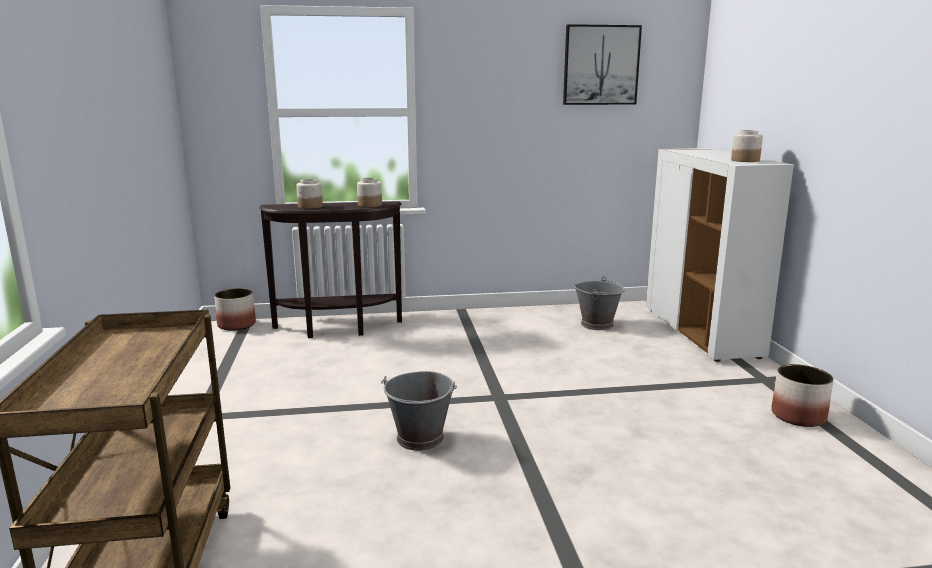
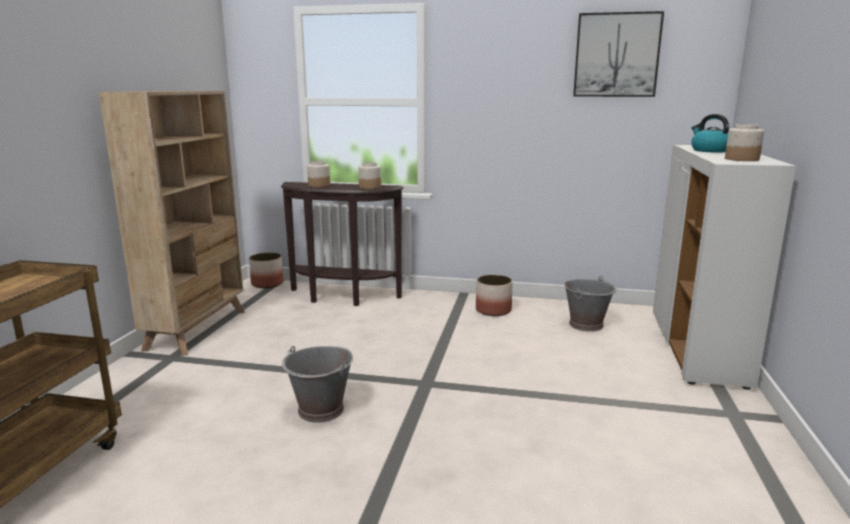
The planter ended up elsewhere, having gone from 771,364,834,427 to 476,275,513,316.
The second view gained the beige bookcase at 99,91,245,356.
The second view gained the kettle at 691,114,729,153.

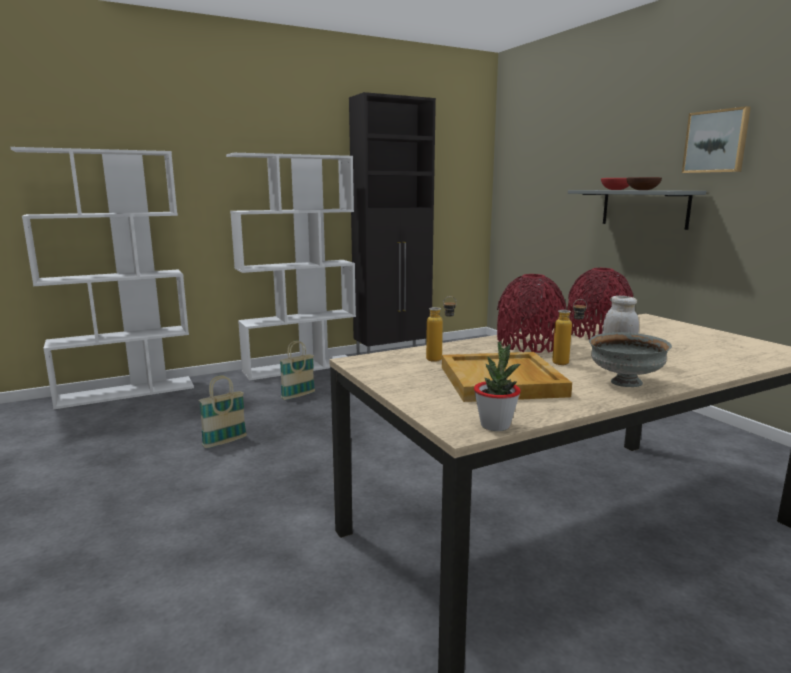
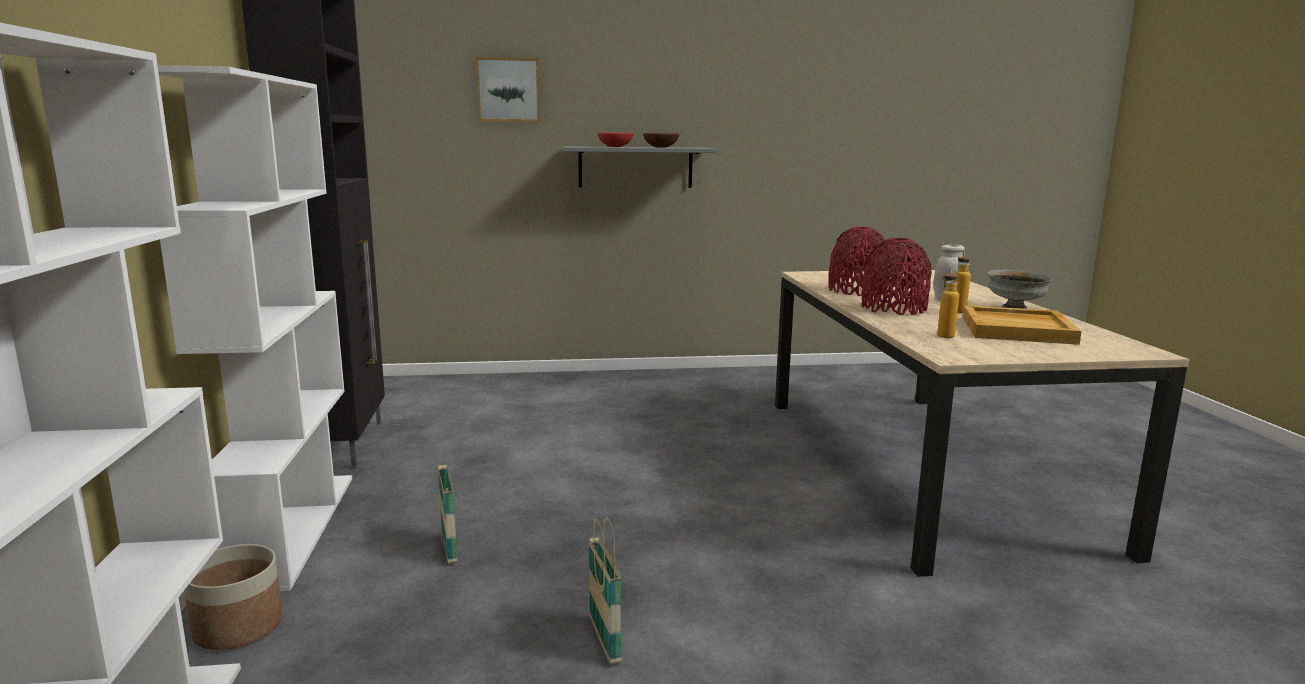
The picture ended up elsewhere, having gone from 682,106,751,173 to 476,57,540,122.
The second view lost the potted plant at 474,341,521,431.
The second view gained the planter at 184,544,282,650.

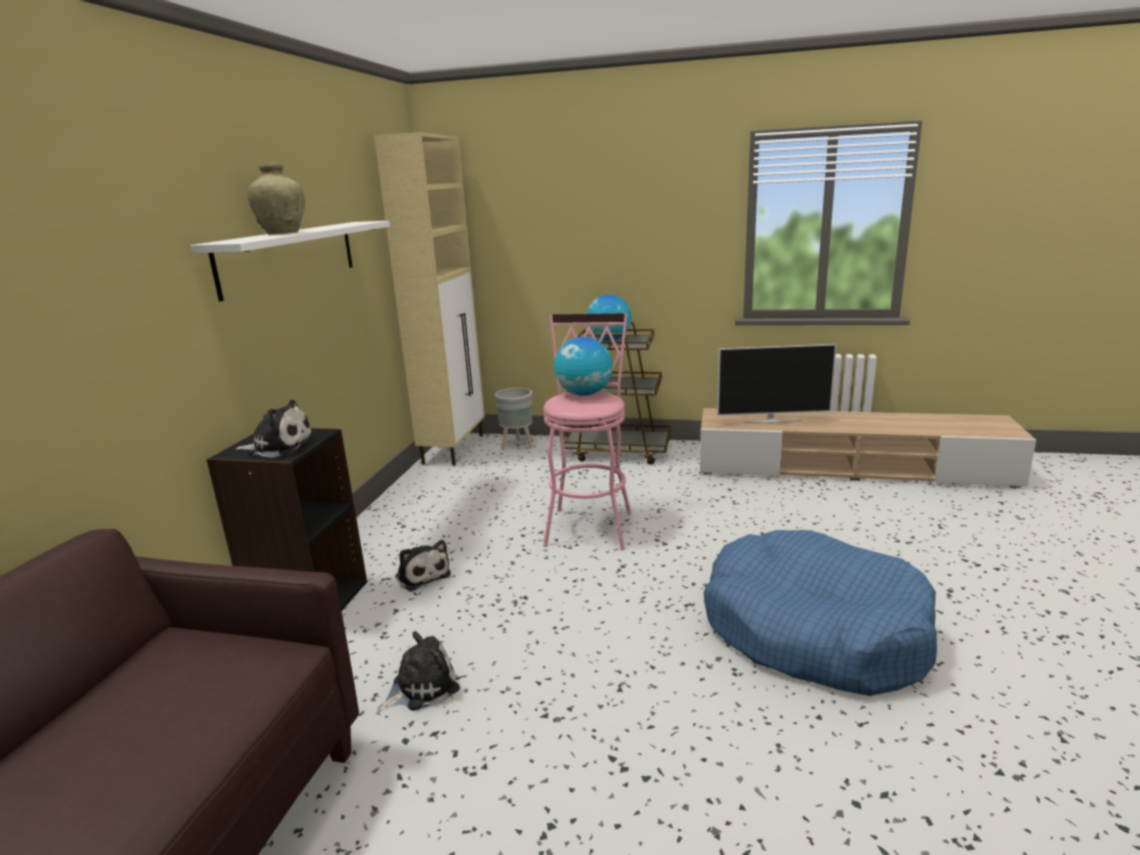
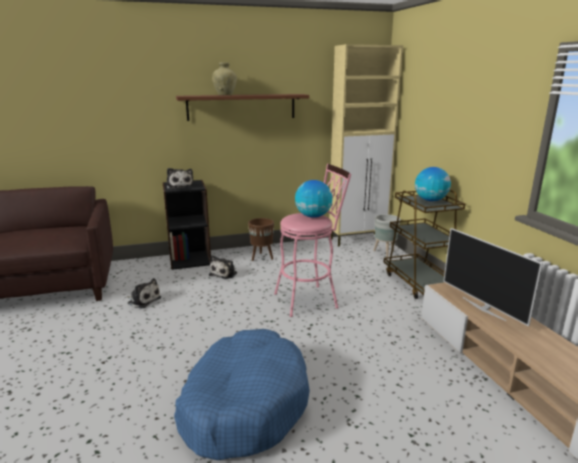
What was the white shelf at 191,221,390,302 turned into the brown shelf at 176,94,309,121.
The second view gained the brown planter at 248,218,274,261.

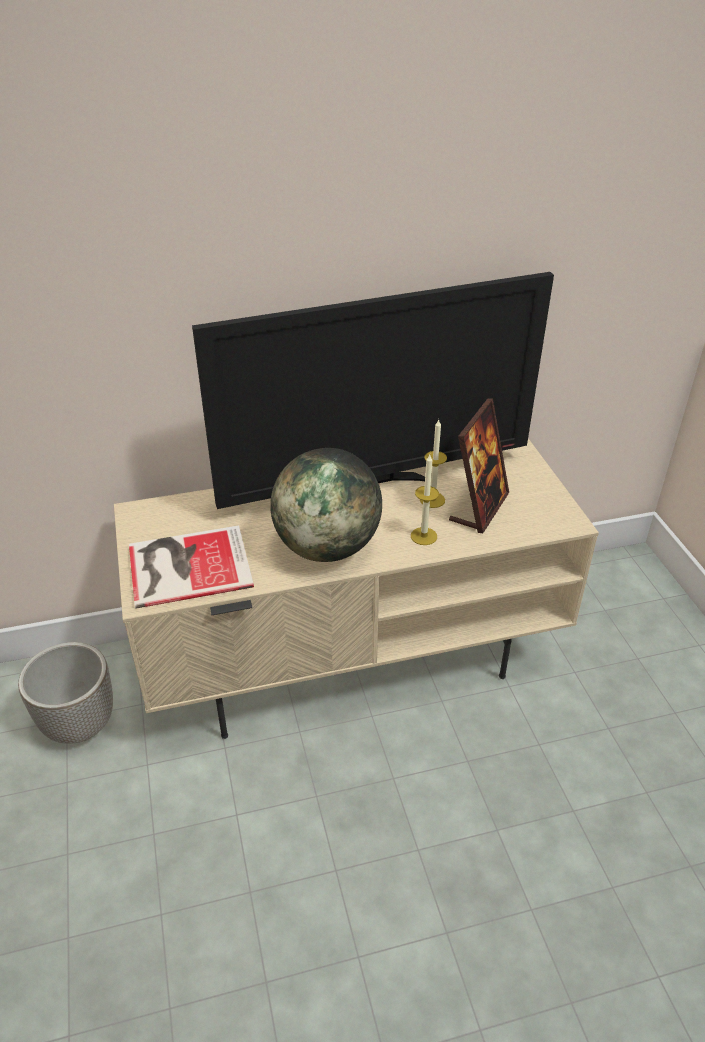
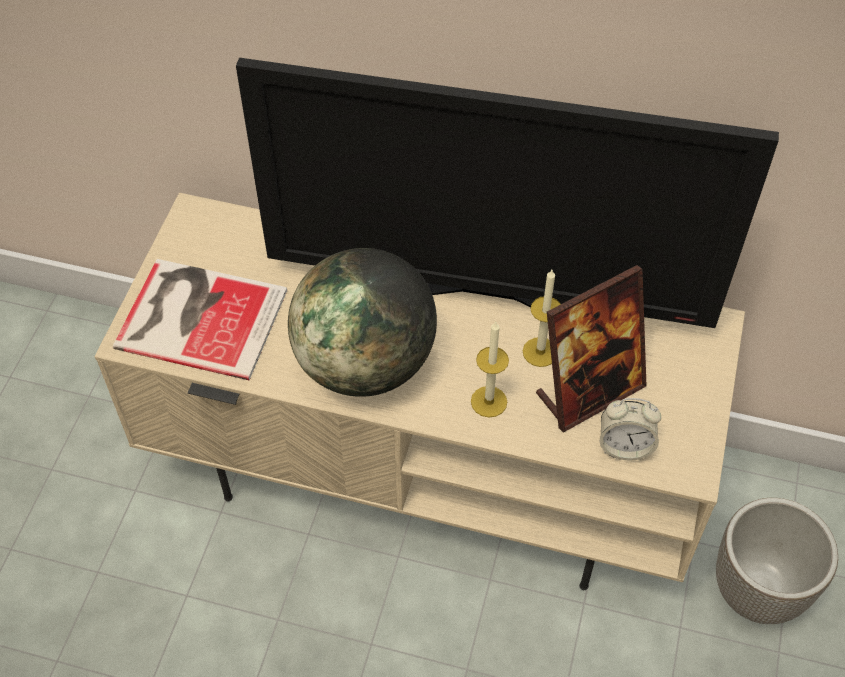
The planter ended up elsewhere, having gone from 18,642,113,744 to 716,498,838,624.
The second view gained the alarm clock at 600,398,661,461.

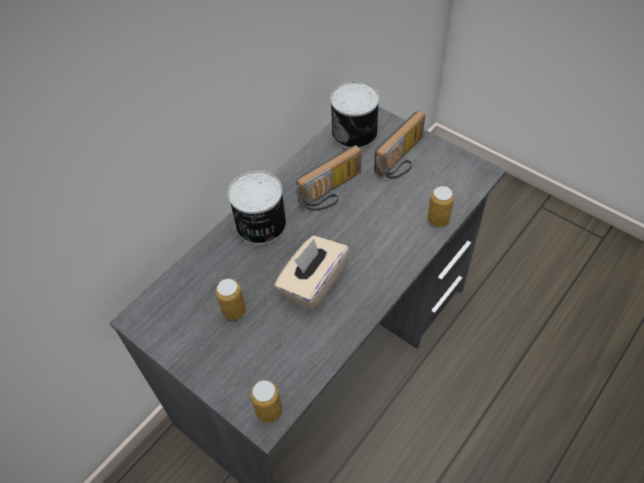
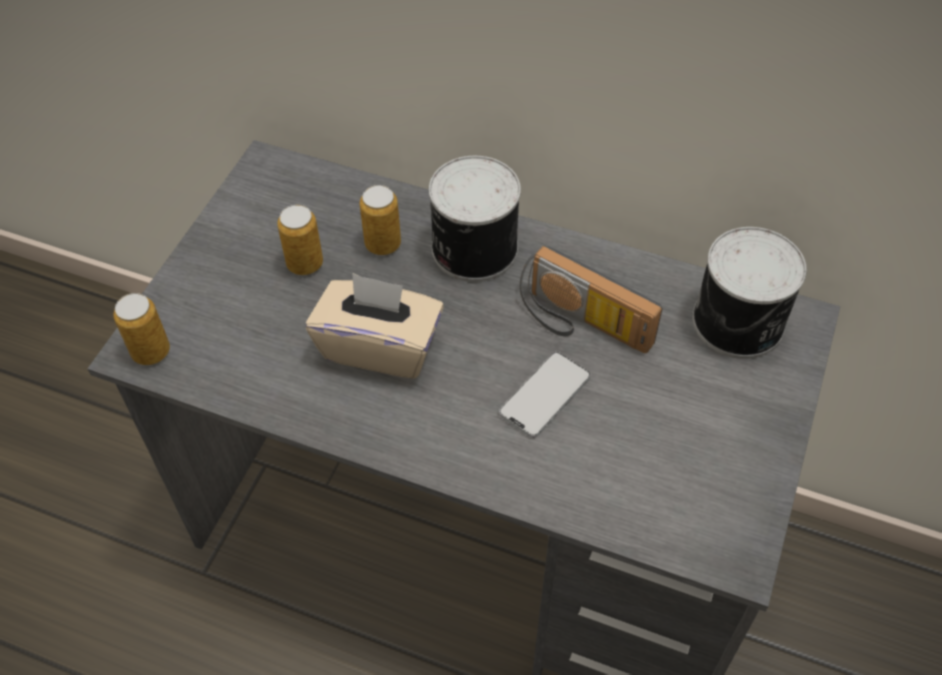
The second view lost the radio at 374,110,425,179.
The can ended up elsewhere, having gone from 428,186,454,227 to 360,185,401,255.
The second view gained the phone at 499,352,591,438.

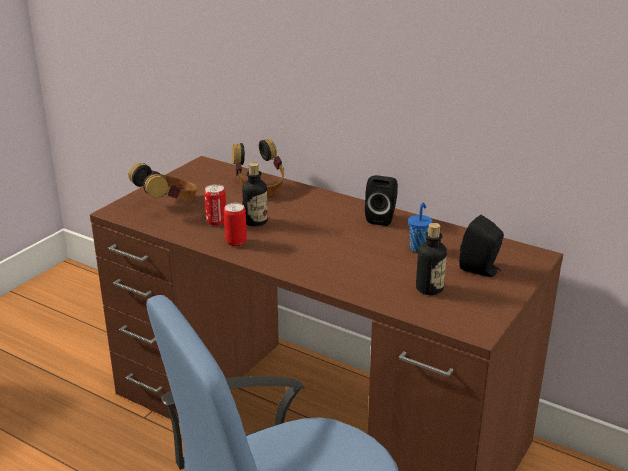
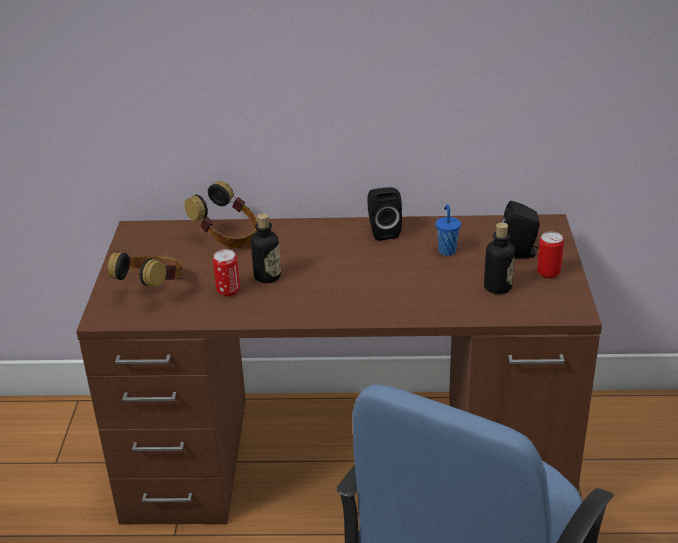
The can ended up elsewhere, having gone from 224,203,247,246 to 537,232,564,279.

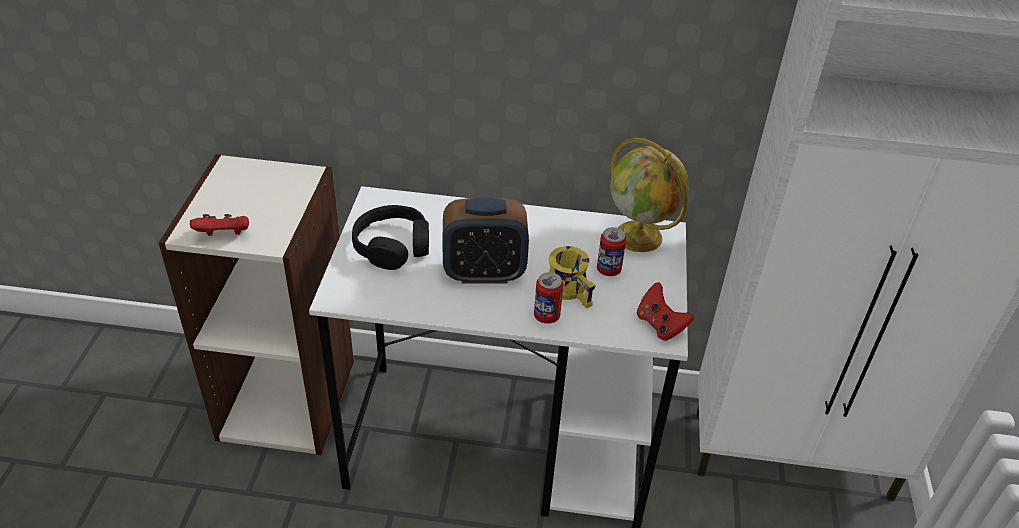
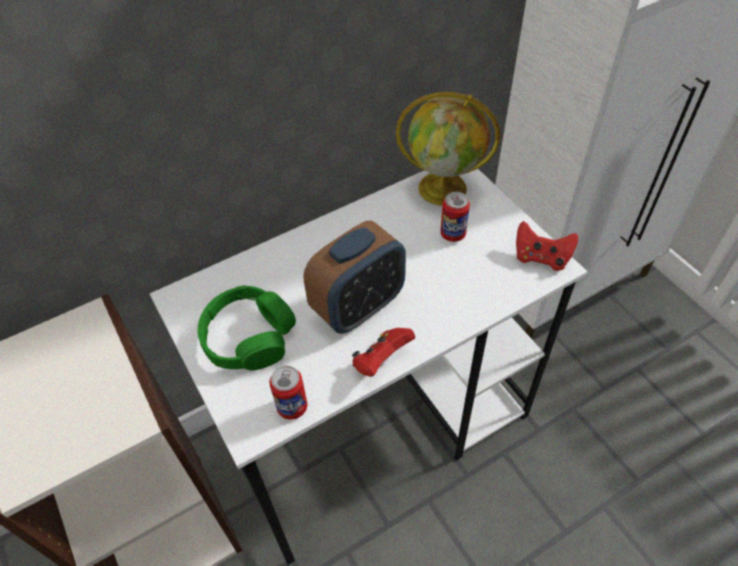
What was the black headphones at 352,205,429,270 turned into the green headphones at 197,285,296,371.
The red game controller ended up elsewhere, having gone from 190,214,249,236 to 352,328,415,377.
The second view lost the yellow mug at 549,246,596,309.
The can ended up elsewhere, having gone from 534,272,563,324 to 269,366,307,420.

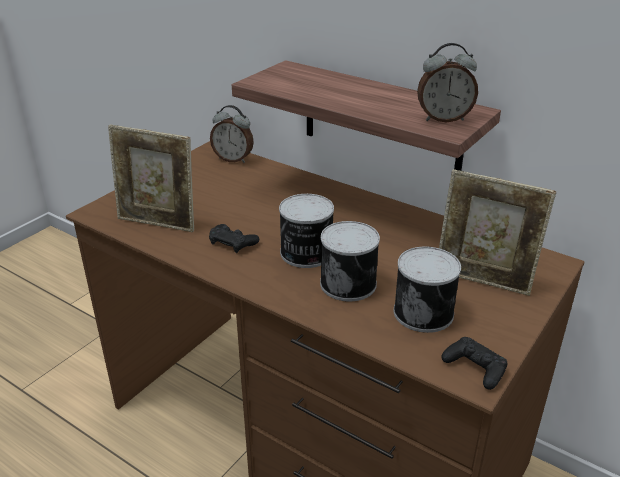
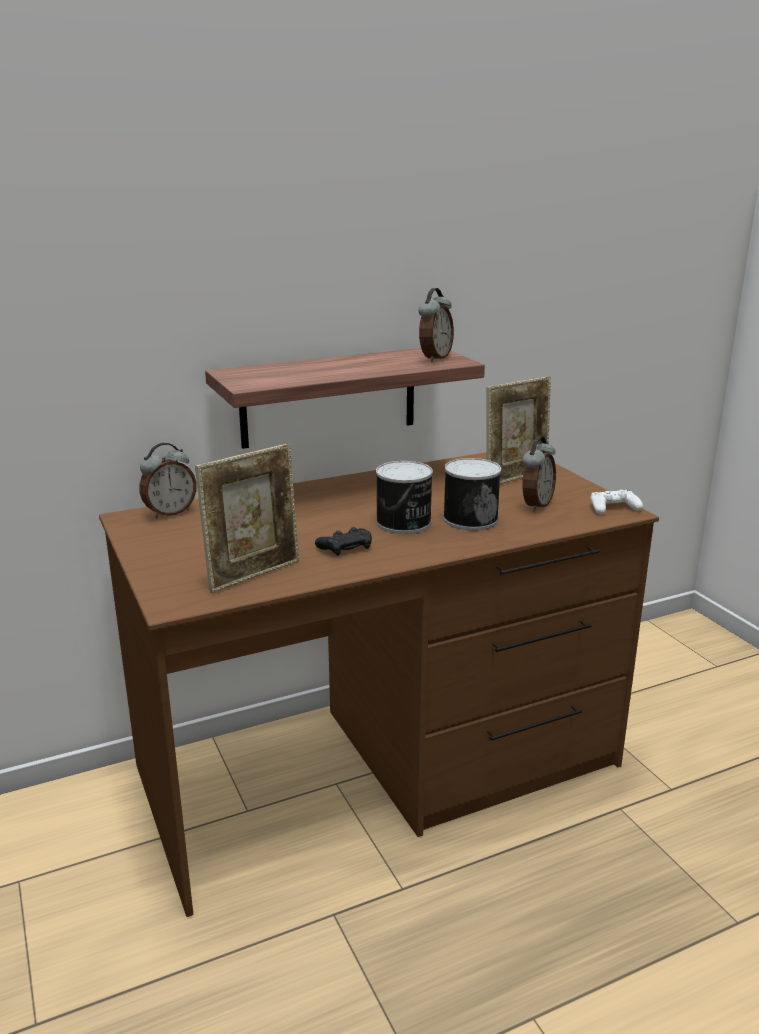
Where the can stood at 394,247,461,333, the alarm clock came to stand at 522,436,556,511.
What was the black game controller at 441,337,507,390 turned into the white game controller at 590,490,643,514.

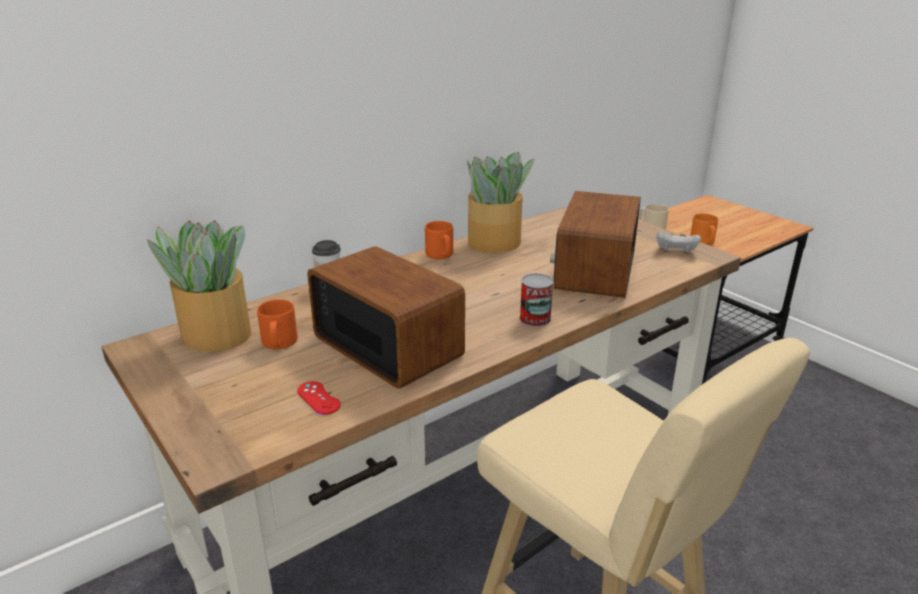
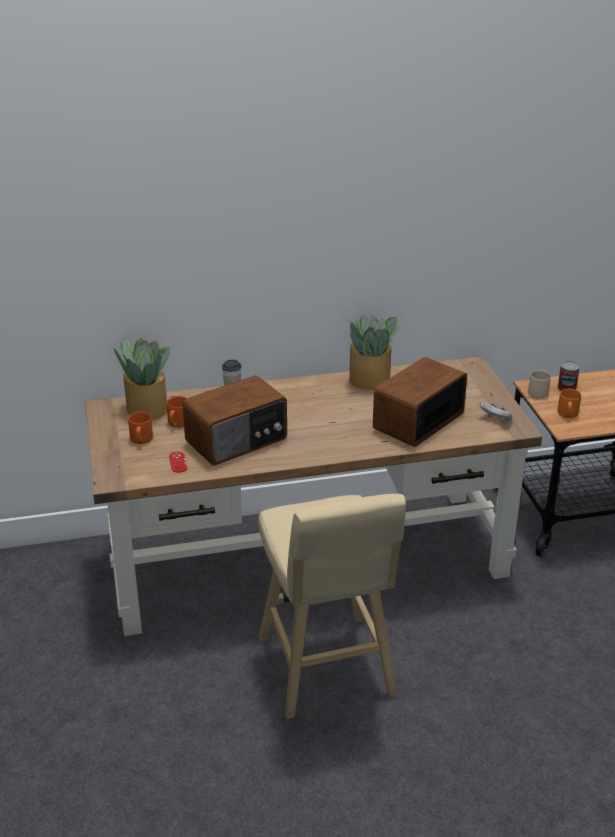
The orange mug ended up elsewhere, having gone from 425,221,453,259 to 128,412,153,444.
The radio at 307,246,465,389 ended up facing another way, 75 degrees clockwise from before.
The can ended up elsewhere, having gone from 520,273,554,327 to 557,361,580,391.

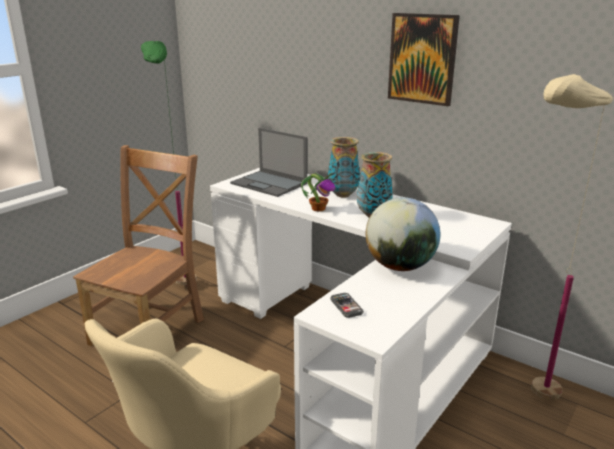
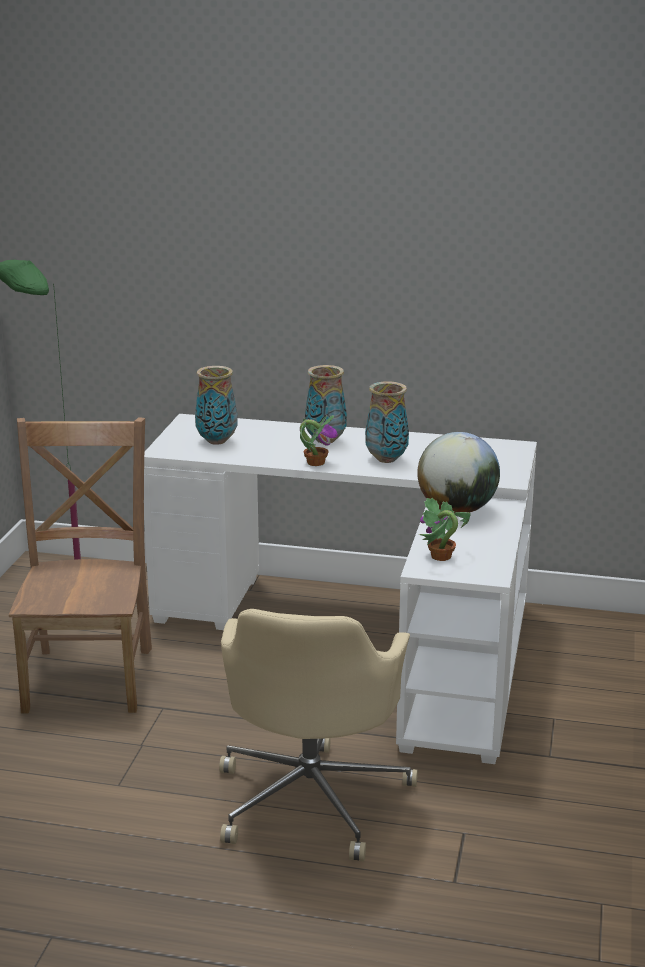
The second view lost the picture at 388,13,460,106.
The second view lost the beige floor lamp at 531,74,613,400.
Where the laptop stood at 230,128,307,197, the vase came to stand at 195,366,237,445.
Where the phone stood at 330,293,364,318, the potted plant came to stand at 419,498,471,561.

